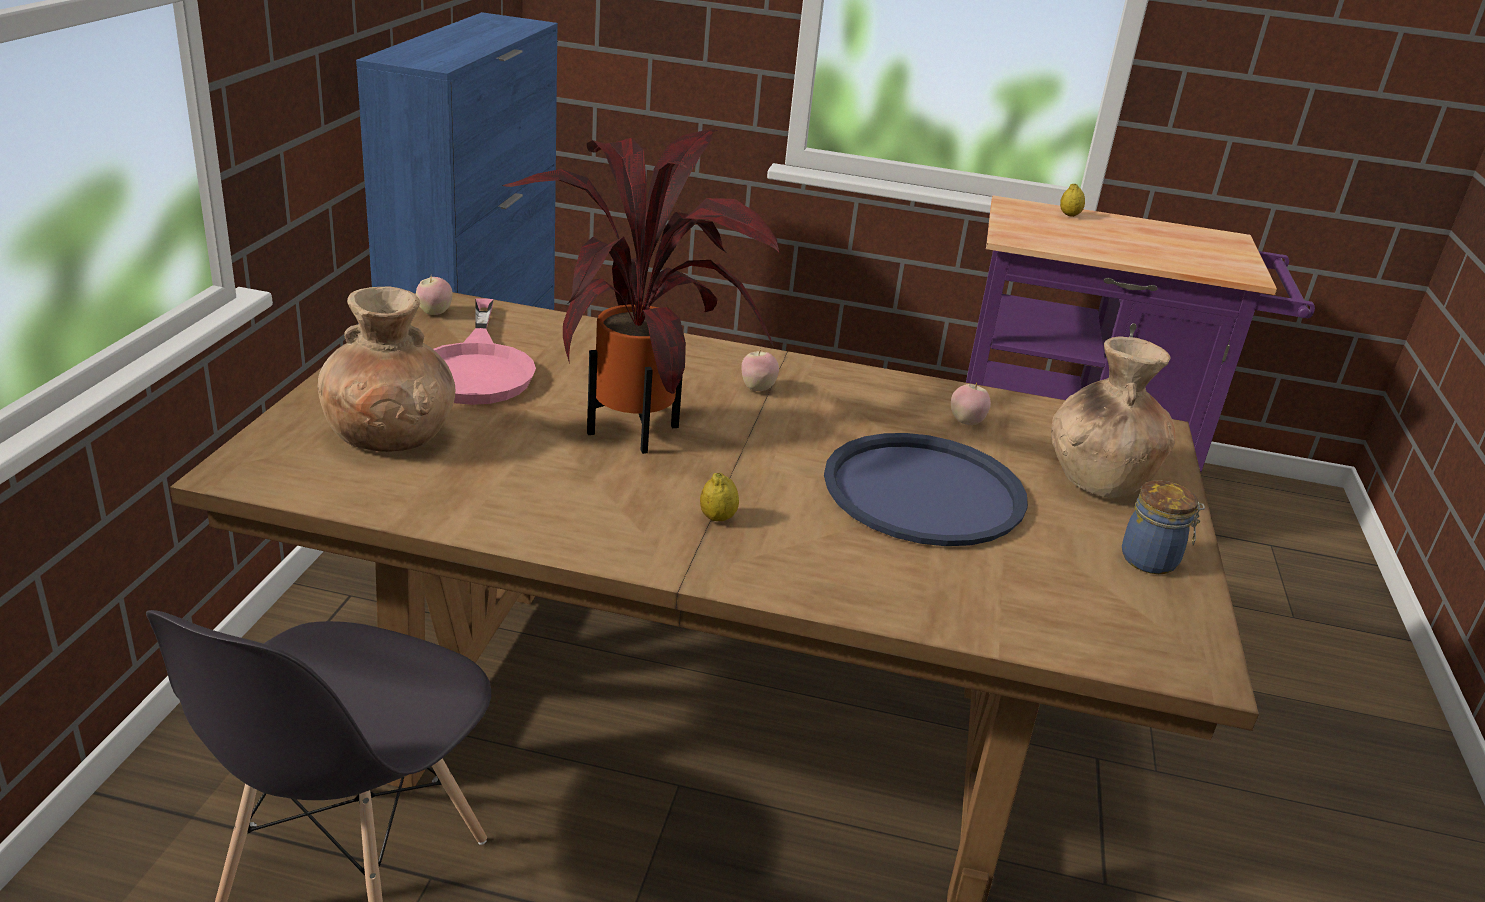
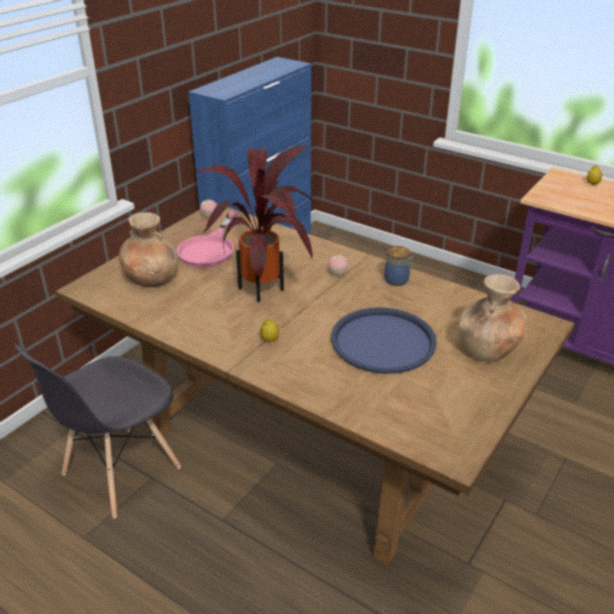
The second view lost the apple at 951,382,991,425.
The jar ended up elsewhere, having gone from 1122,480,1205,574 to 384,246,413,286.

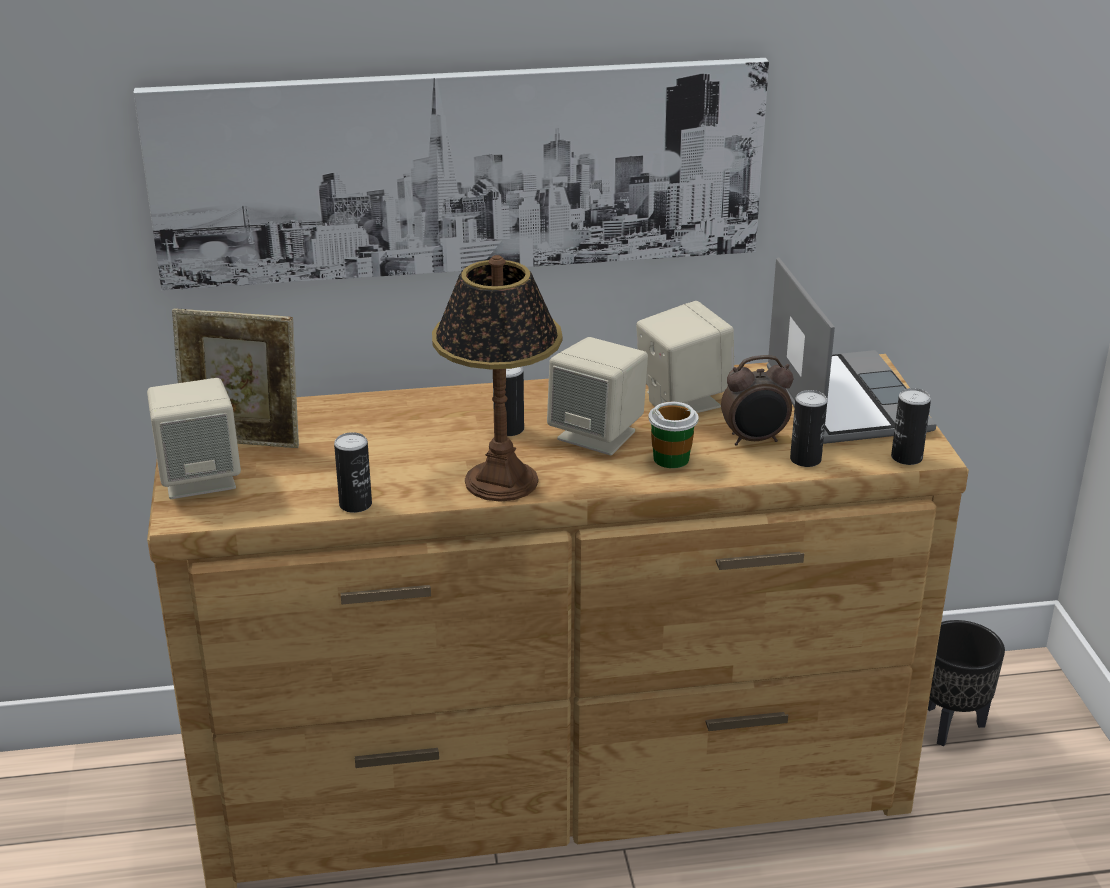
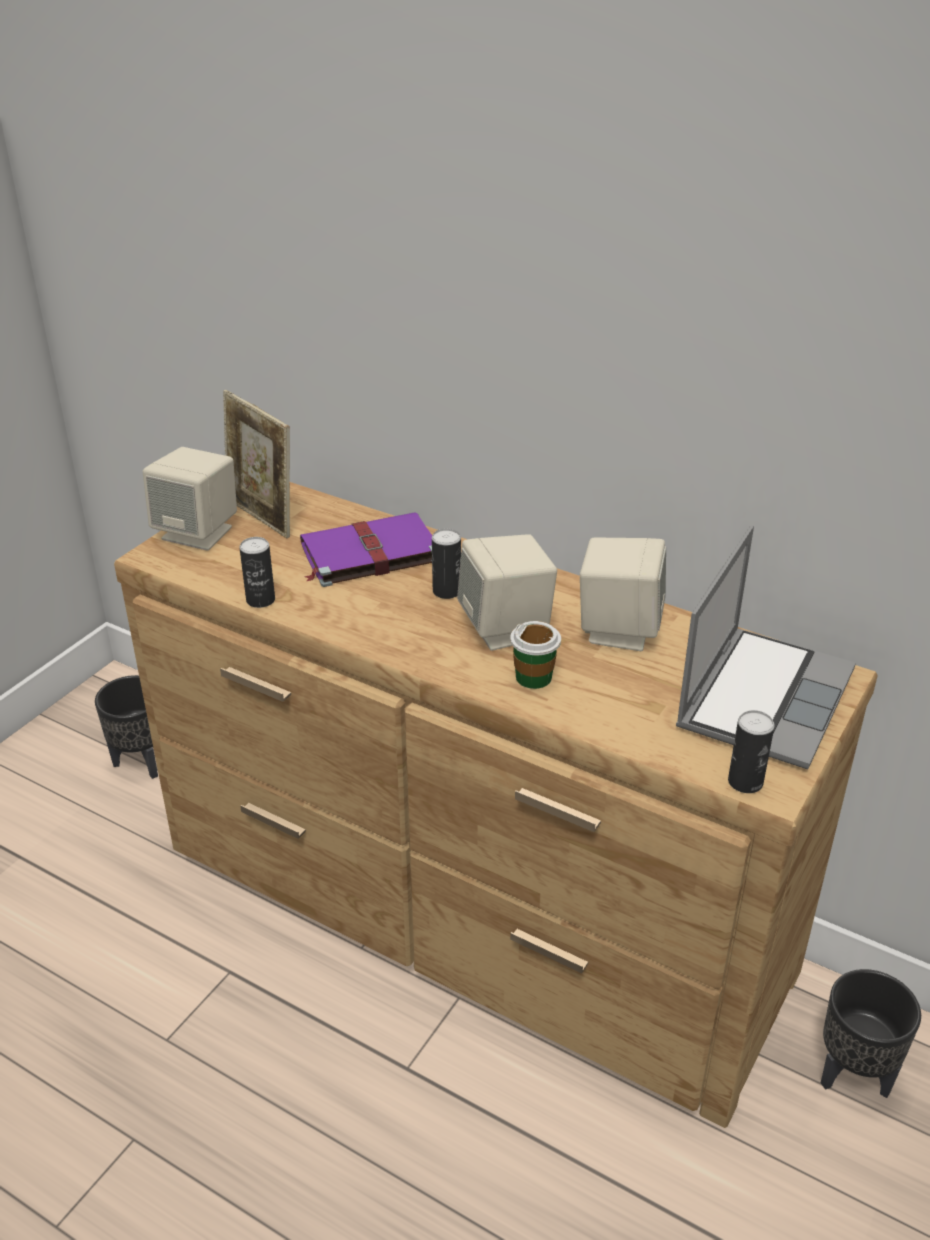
The second view lost the picture at 133,58,769,291.
The second view lost the table lamp at 432,255,563,502.
The second view lost the alarm clock at 721,355,793,446.
The second view lost the can at 790,390,828,467.
The second view gained the purple book at 300,512,432,587.
The second view gained the black planter at 95,675,158,779.

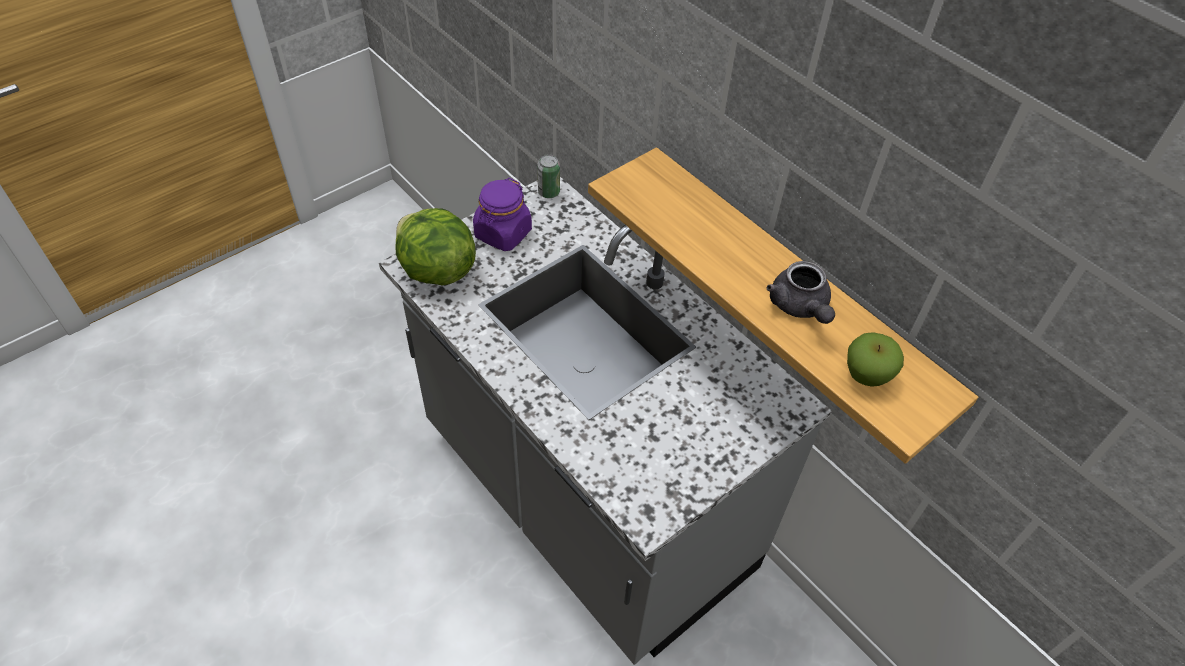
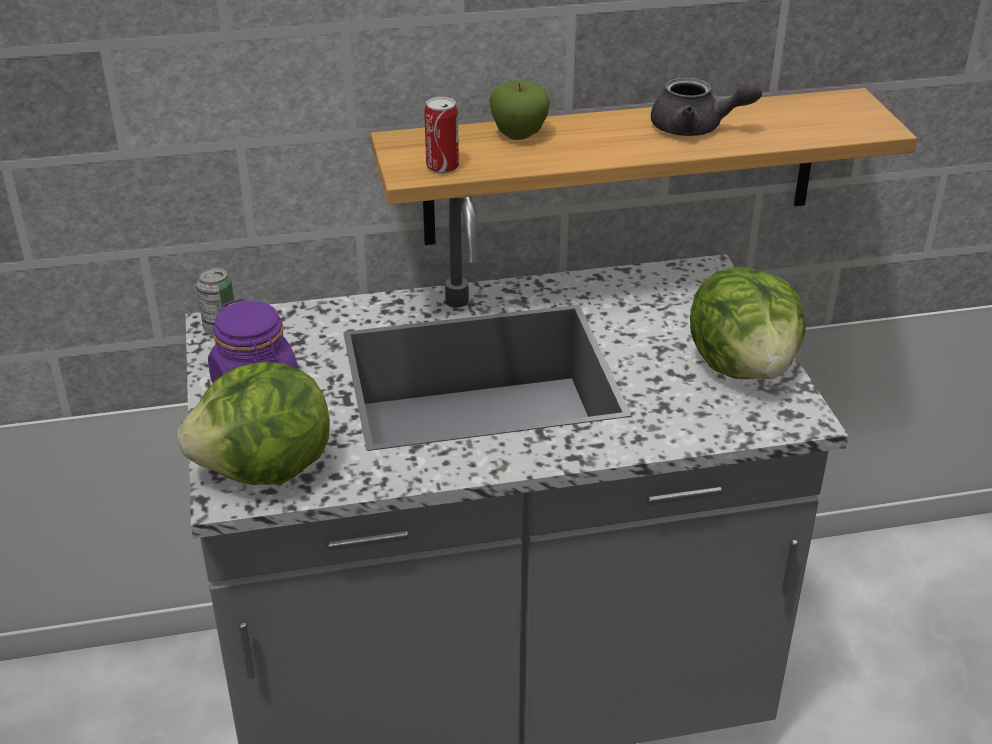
The apple ended up elsewhere, having gone from 847,332,904,387 to 489,80,550,140.
The second view gained the can at 424,97,459,174.
The second view gained the lettuce at 690,267,806,379.

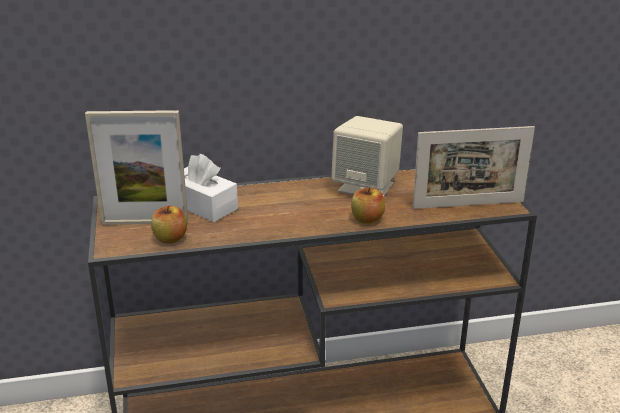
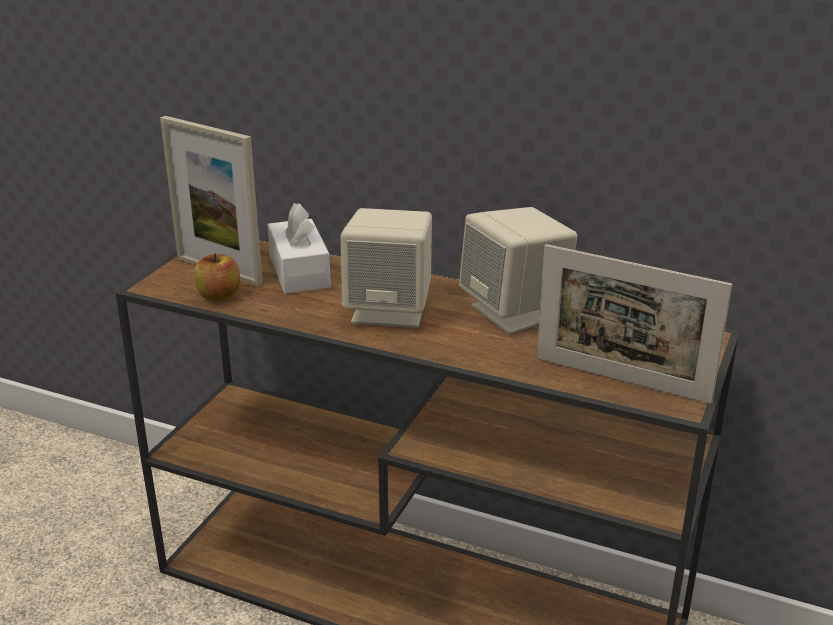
The second view lost the apple at 351,187,385,224.
The second view gained the beige speaker at 340,208,432,328.

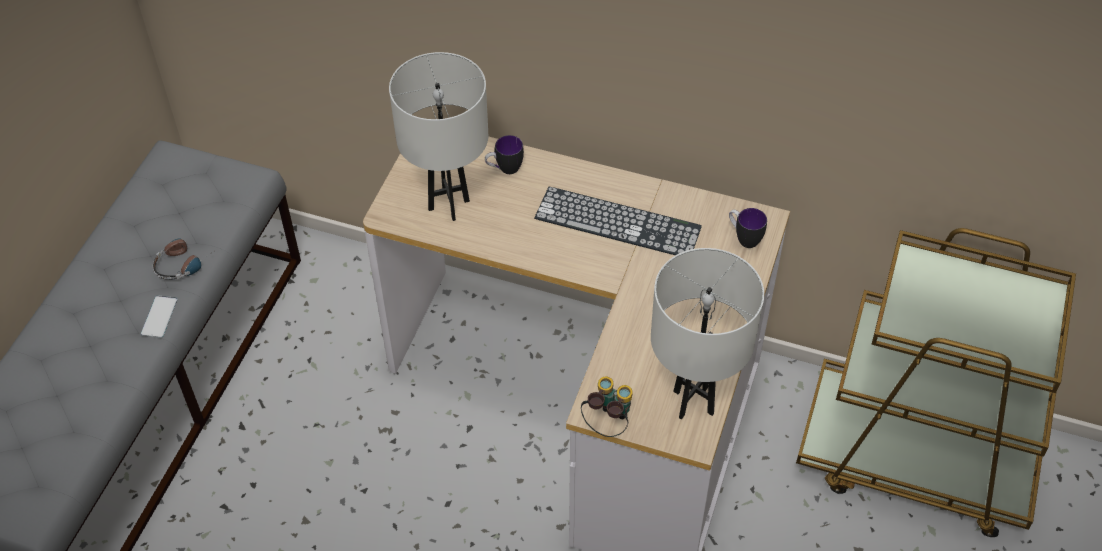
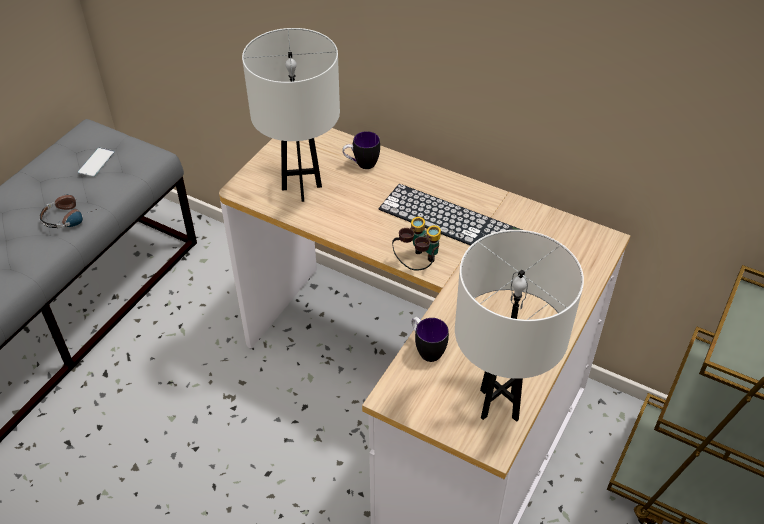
The mug ended up elsewhere, having gone from 729,208,767,248 to 412,317,449,362.
The phone ended up elsewhere, having gone from 141,295,178,338 to 78,147,115,177.
The binoculars ended up elsewhere, having gone from 581,376,633,437 to 392,217,441,271.

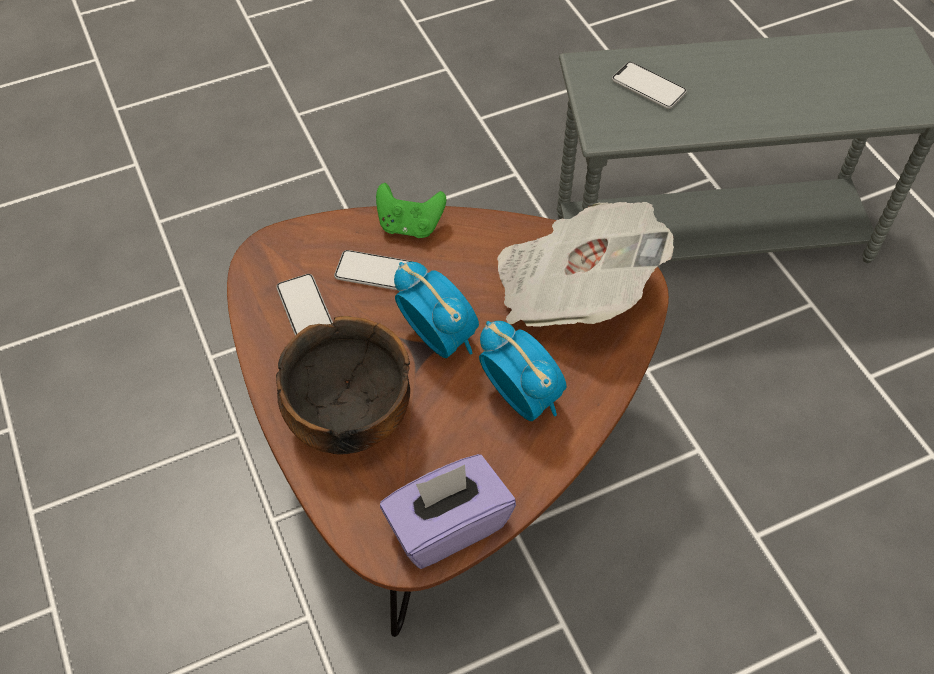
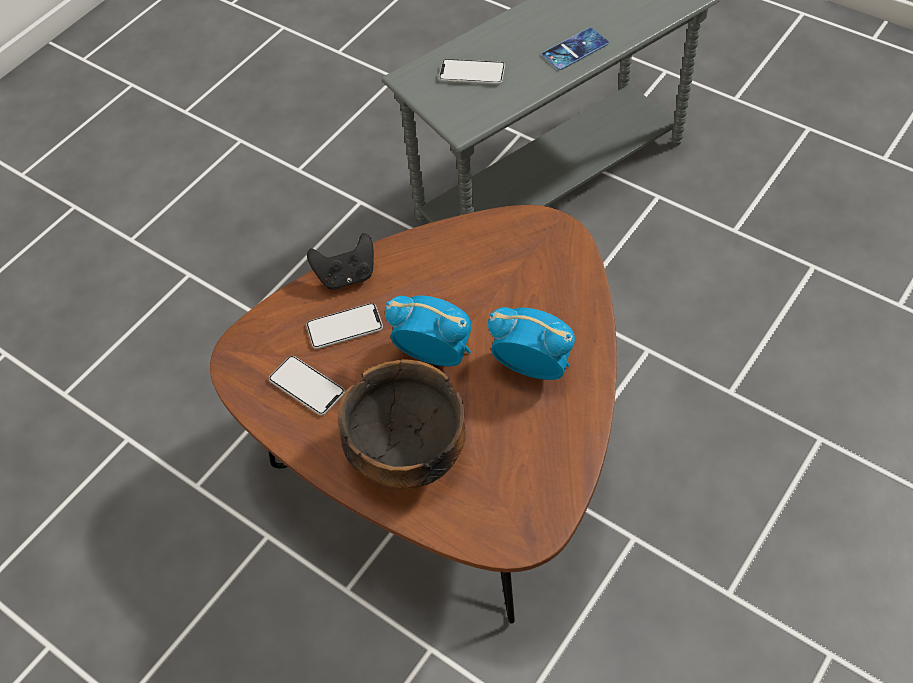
What was the green game controller at 376,183,446,238 turned into the black game controller at 307,233,374,290.
The second view lost the newspaper at 497,202,674,327.
The second view lost the purple tissue box at 380,454,516,569.
The second view gained the phone at 542,27,609,70.

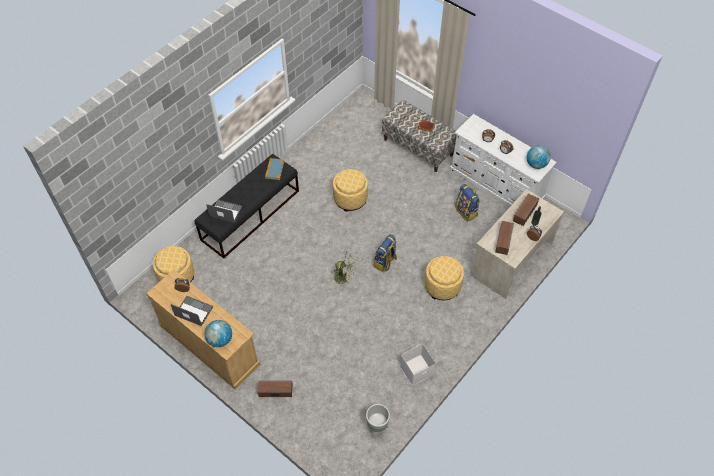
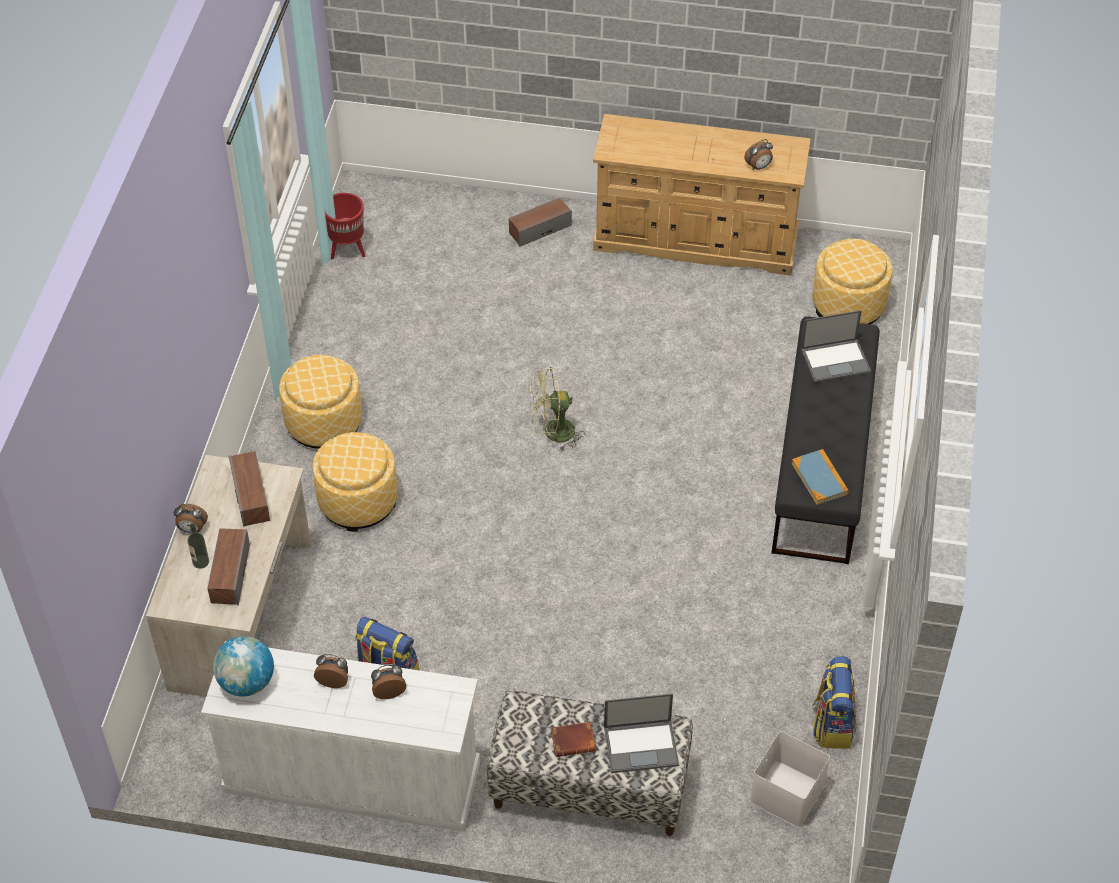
The ottoman ended up elsewhere, having gone from 333,169,368,212 to 279,355,362,449.
The backpack ended up elsewhere, having gone from 374,234,397,273 to 812,656,856,749.
The laptop ended up elsewhere, having gone from 171,296,213,326 to 604,693,679,773.
The second view lost the globe at 205,320,232,347.
The white storage box ended up elsewhere, having gone from 400,344,436,385 to 750,731,830,828.
What was the grey planter at 366,404,390,438 turned into the red planter at 325,193,365,259.

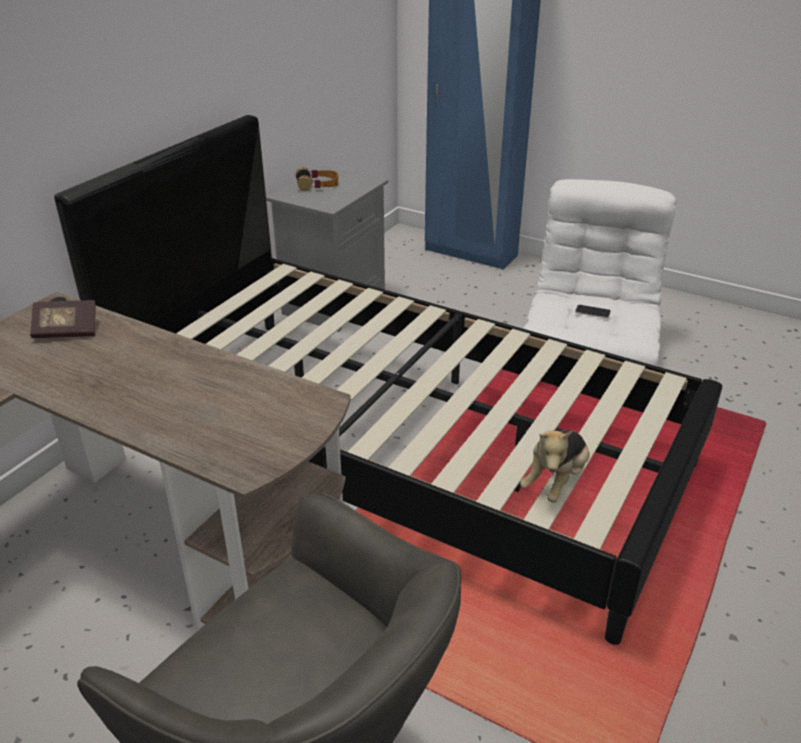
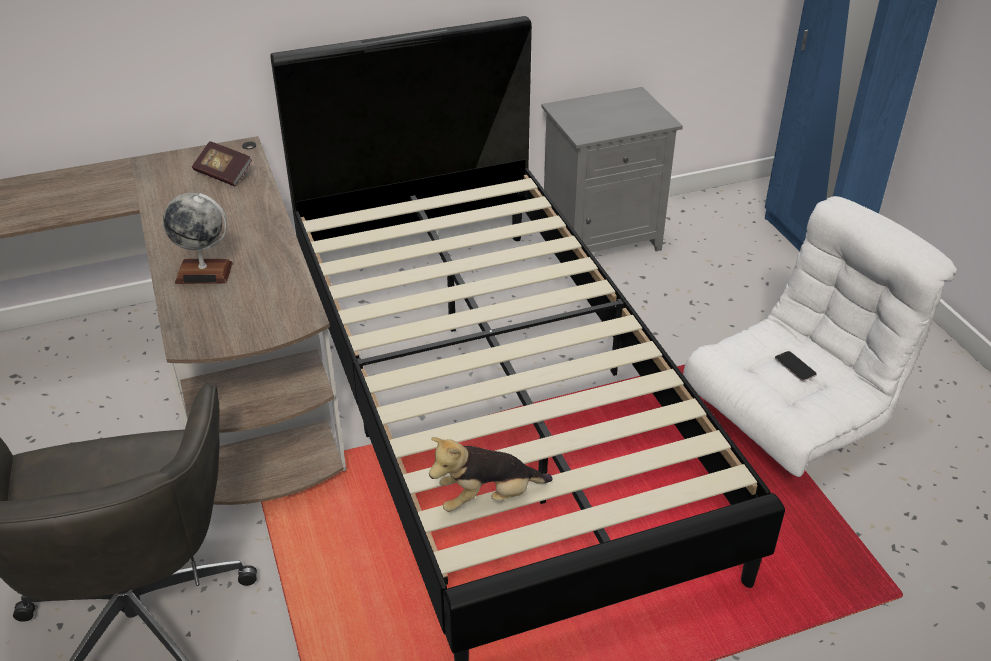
The second view lost the headphones at 295,167,338,191.
The second view gained the globe at 163,193,233,284.

